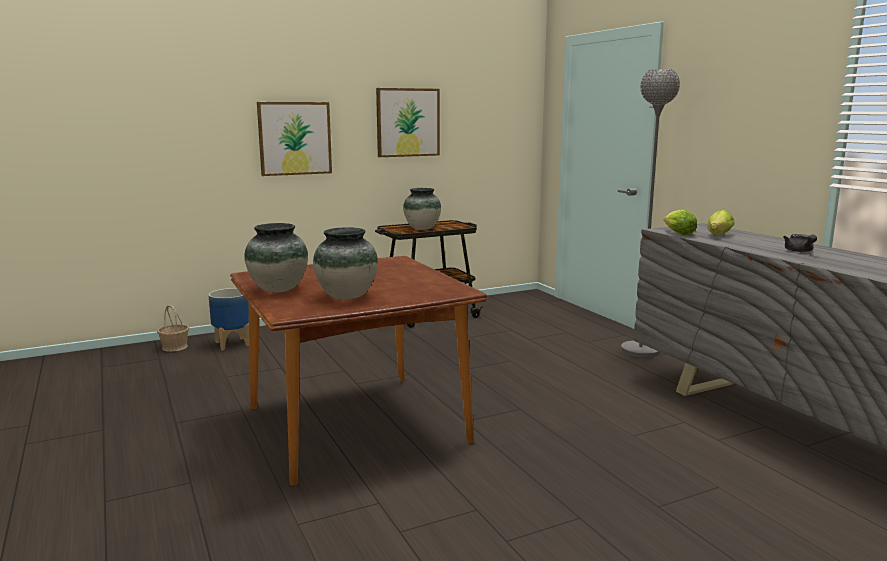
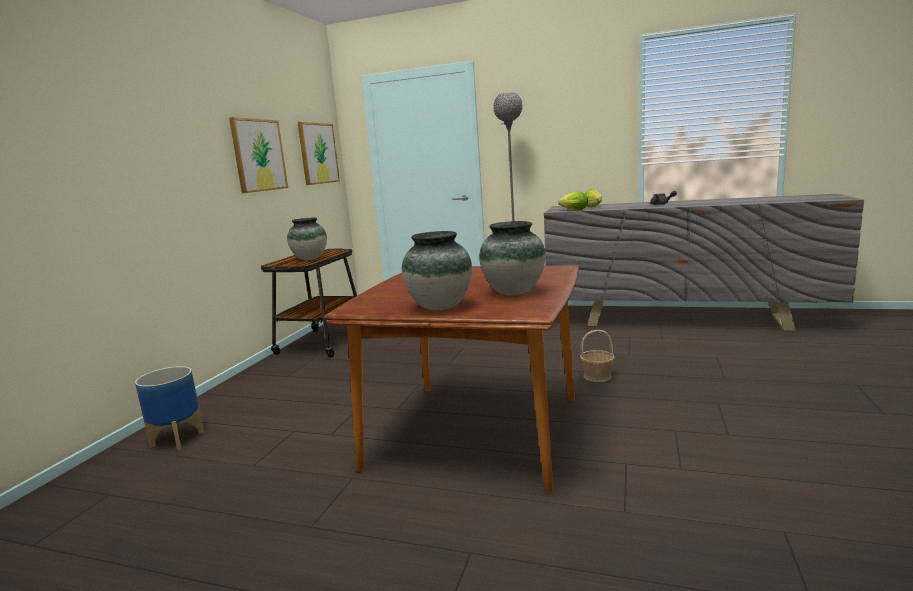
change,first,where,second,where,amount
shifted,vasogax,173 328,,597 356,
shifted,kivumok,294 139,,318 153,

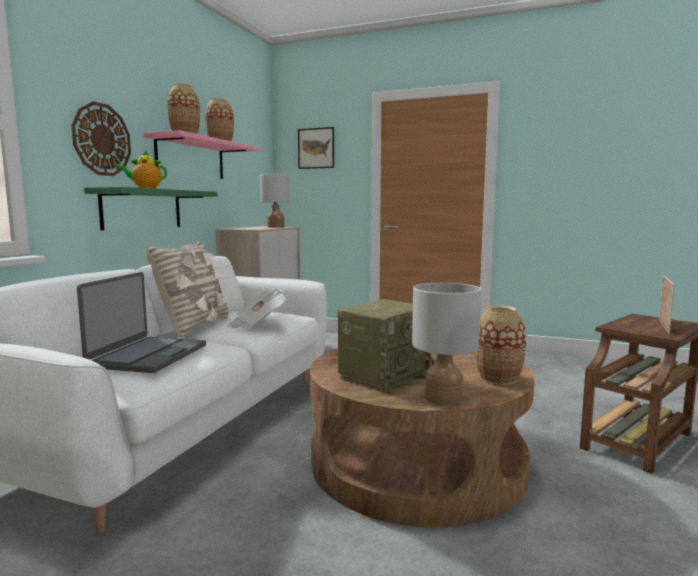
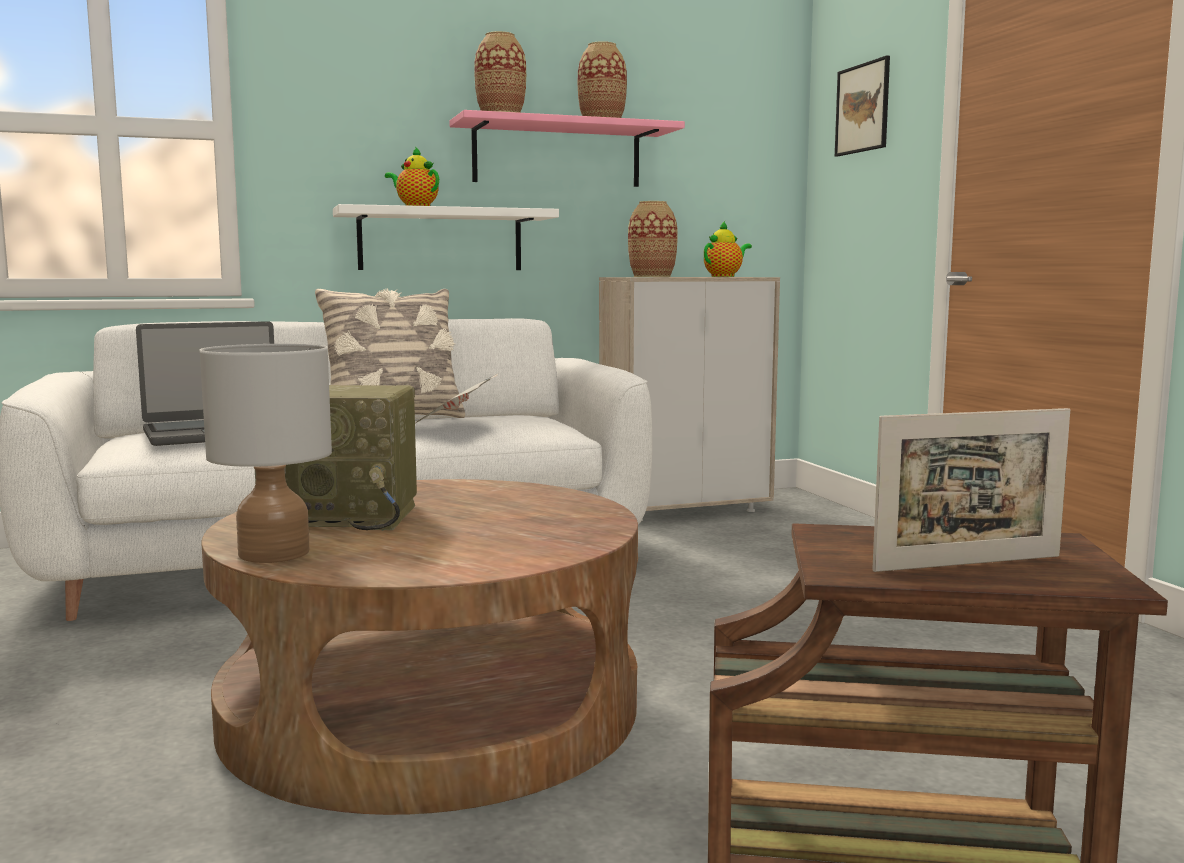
change,first,where,second,where,amount
gone,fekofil,101 138,,,
shifted,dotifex,500 345,,653 239,
swapped,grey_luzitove,275 201,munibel,728 249,
repainted,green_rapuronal,150 208,white_rapuronal,446 237,

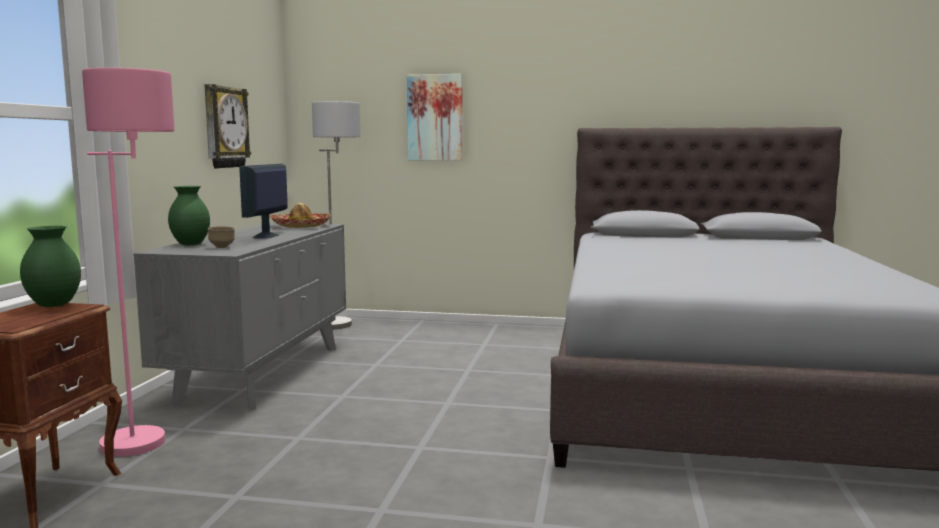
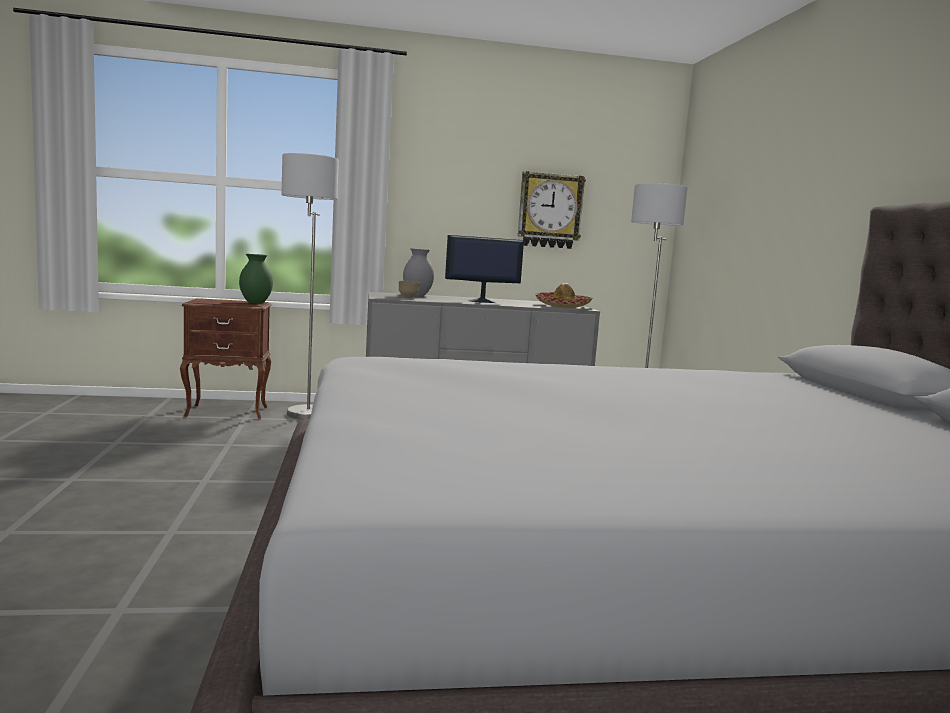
change,first,where,second,where,amount
gone,kivumok,435 117,,,
repainted,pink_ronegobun,128 262,grey_ronegobun,310 286,
repainted,green_dotifex,189 215,grey_dotifex,418 272,

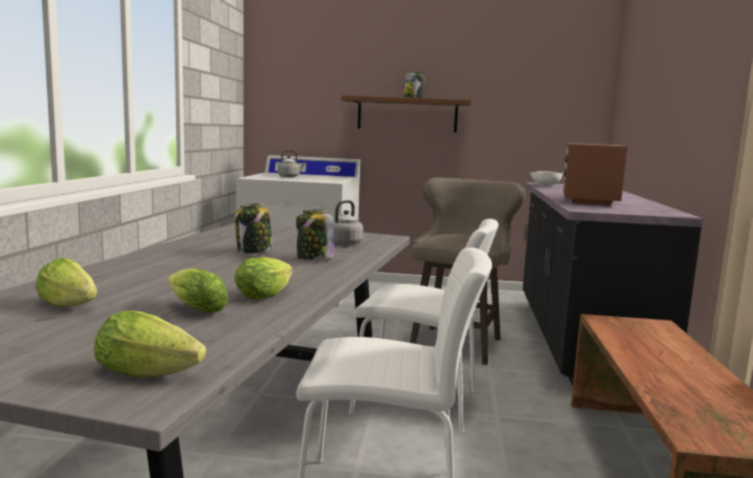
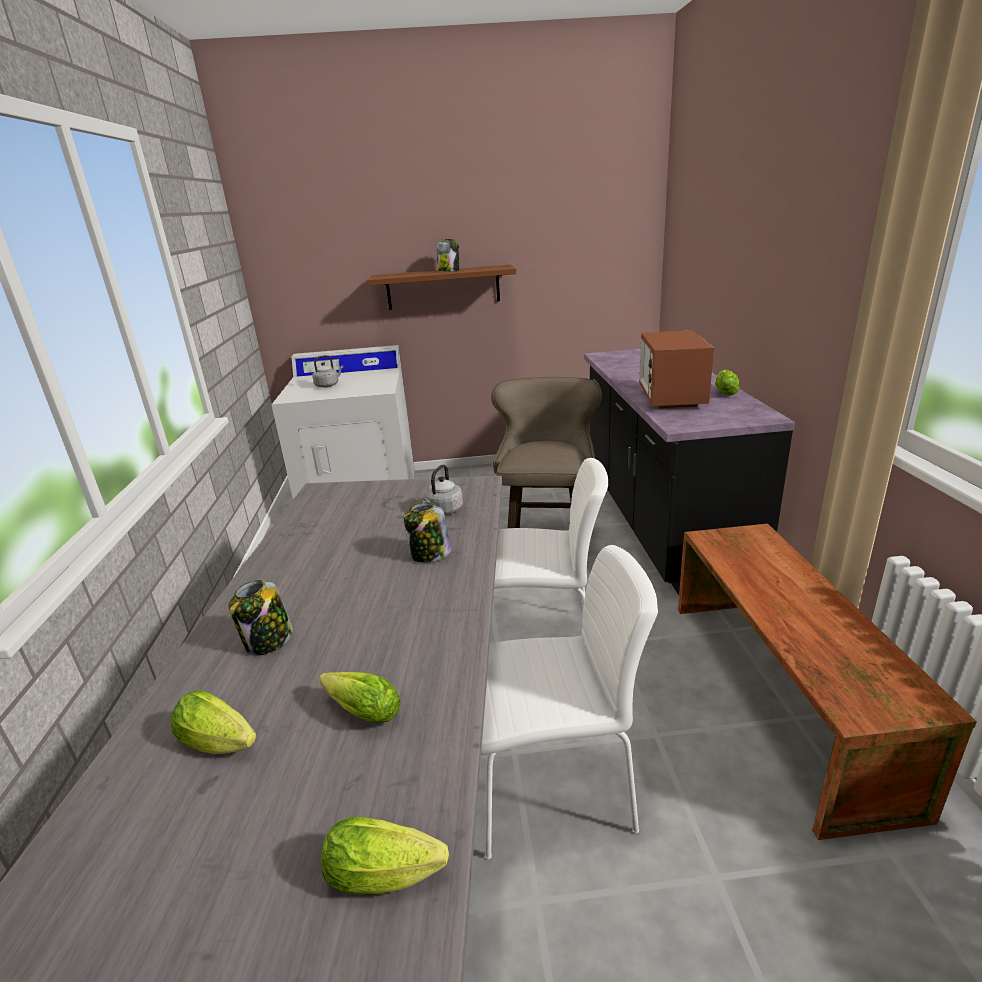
change,first,where,second,where,amount
gone,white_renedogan,546 178,,,
shifted,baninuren,263 278,,727 383,
shifted,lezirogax,254 228,,260 618,

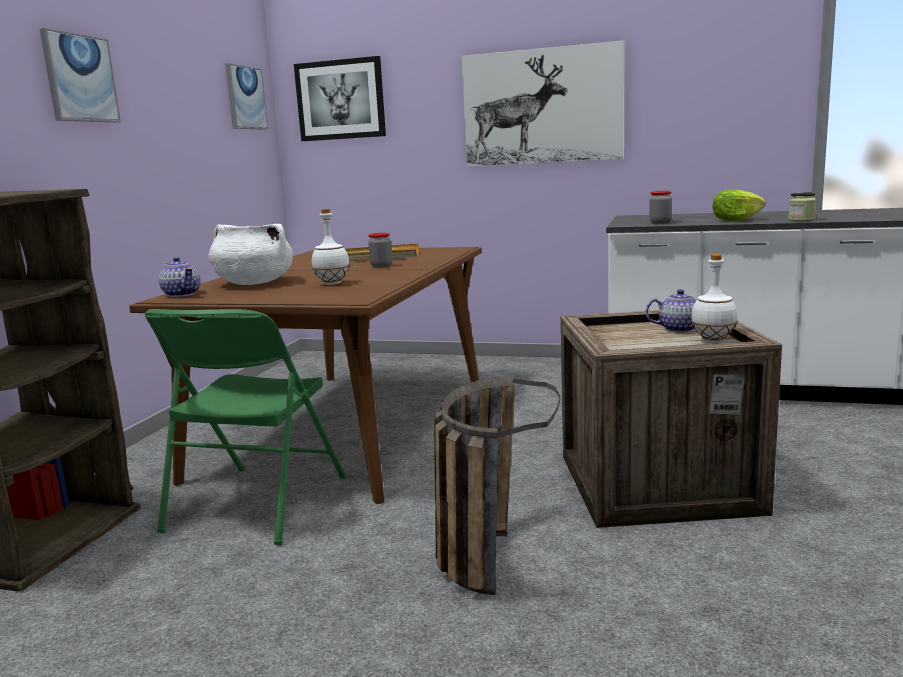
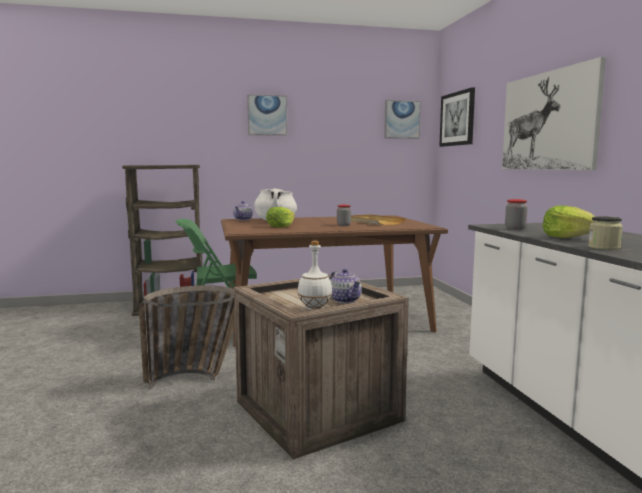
change,first,where,second,where,amount
swapped,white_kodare,331 247,baninuren,280 217,

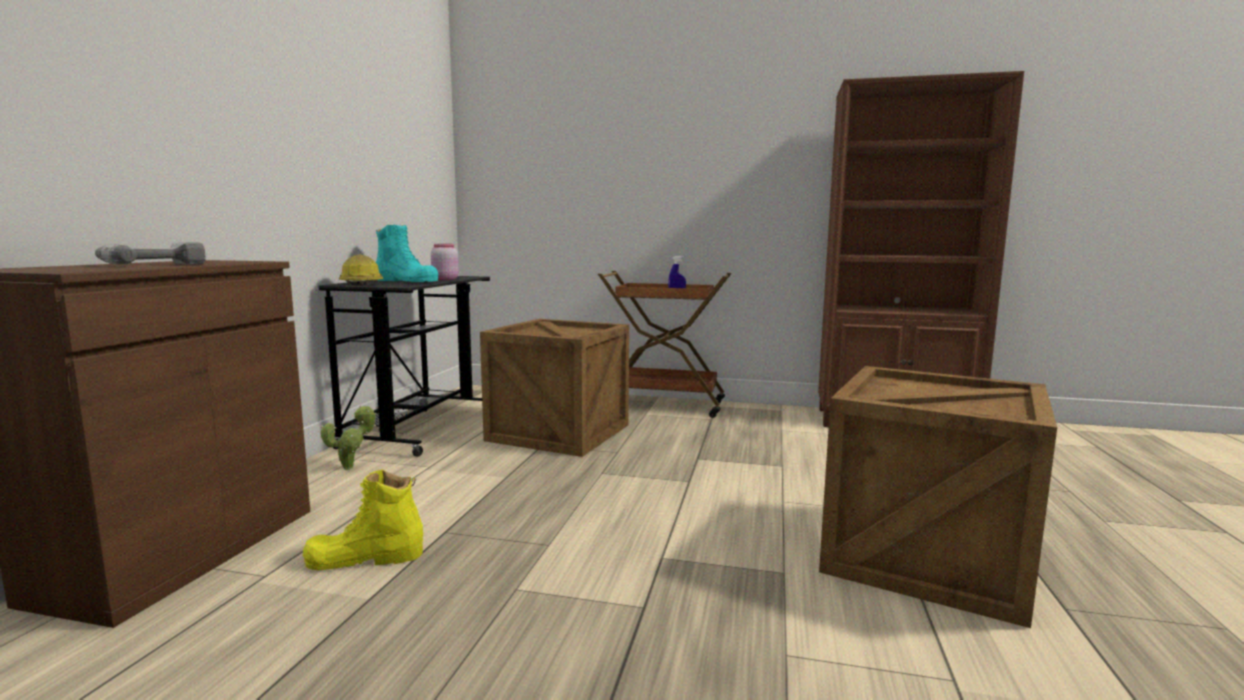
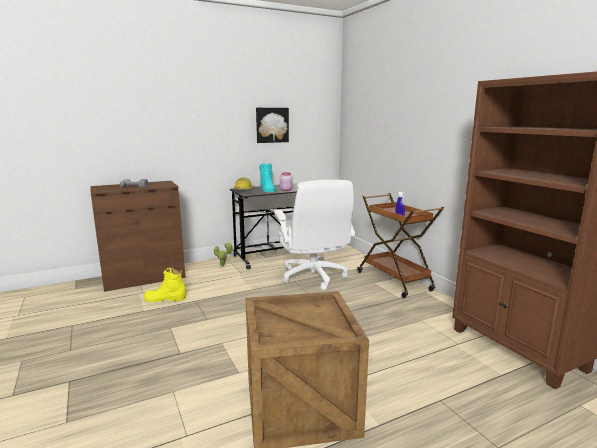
change,first,where,second,where,amount
new,,,kivumok,272 125,
swapped,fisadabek,554 388,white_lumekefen,314 235,
rotated,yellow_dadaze,363 520,,165 285,45 degrees counterclockwise

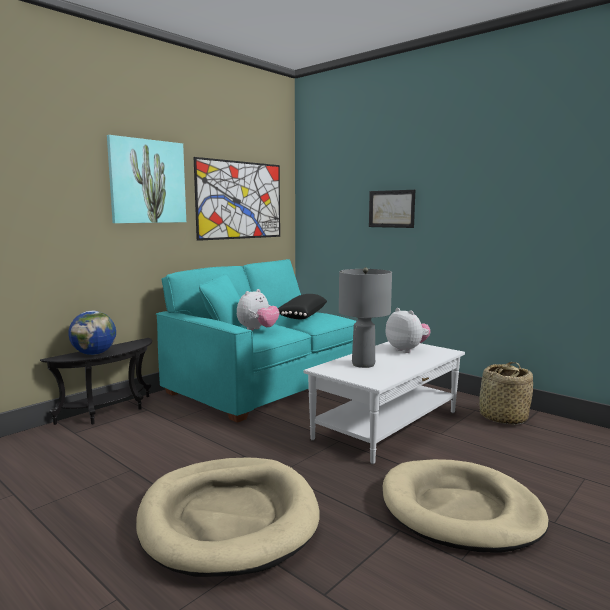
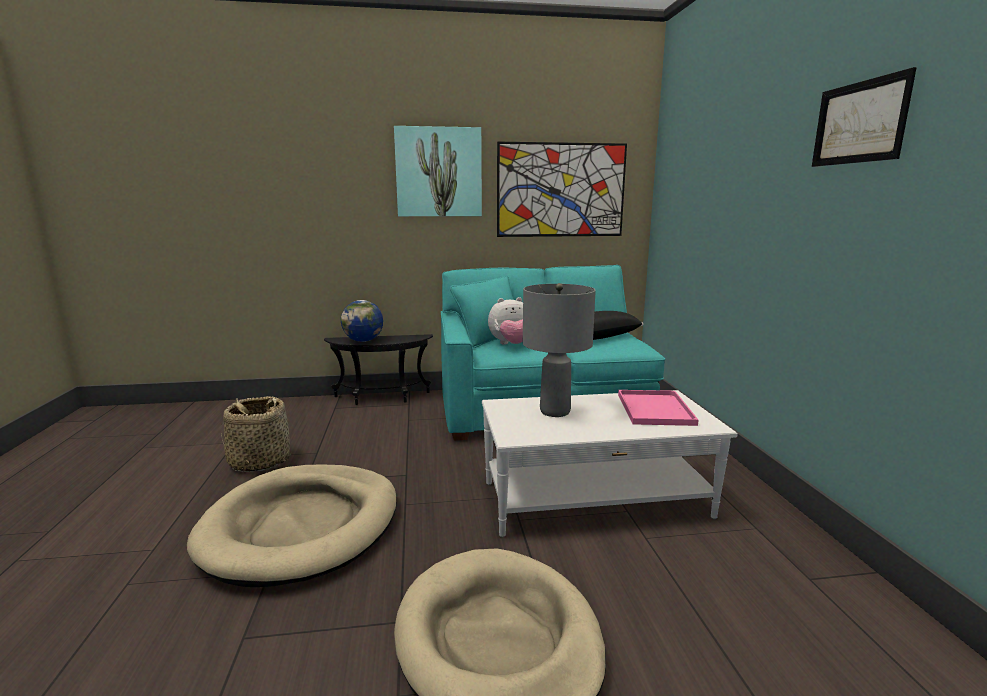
change,first,where,second,where,amount
shifted,kivumok,392 209,,864 117,
shifted,vasogax,505 393,,256 434,
swapped,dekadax,408 330,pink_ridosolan,658 408,

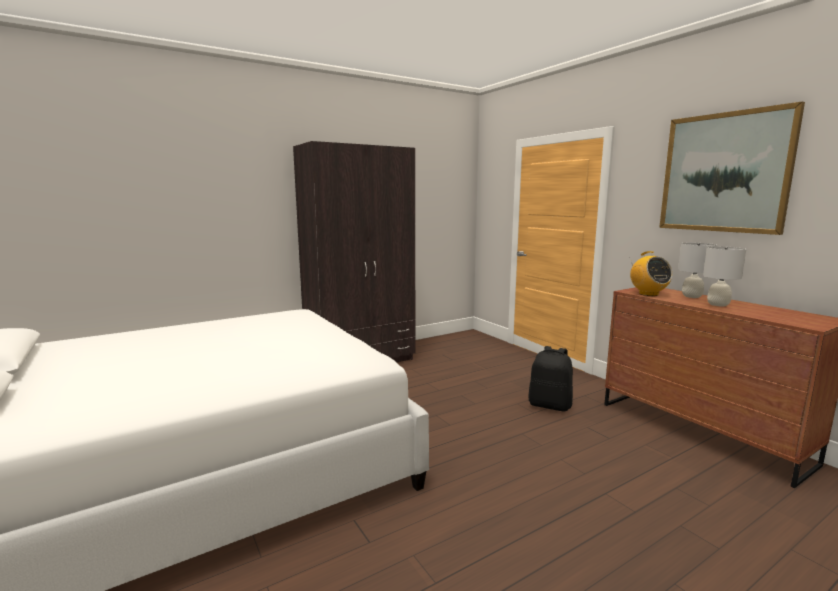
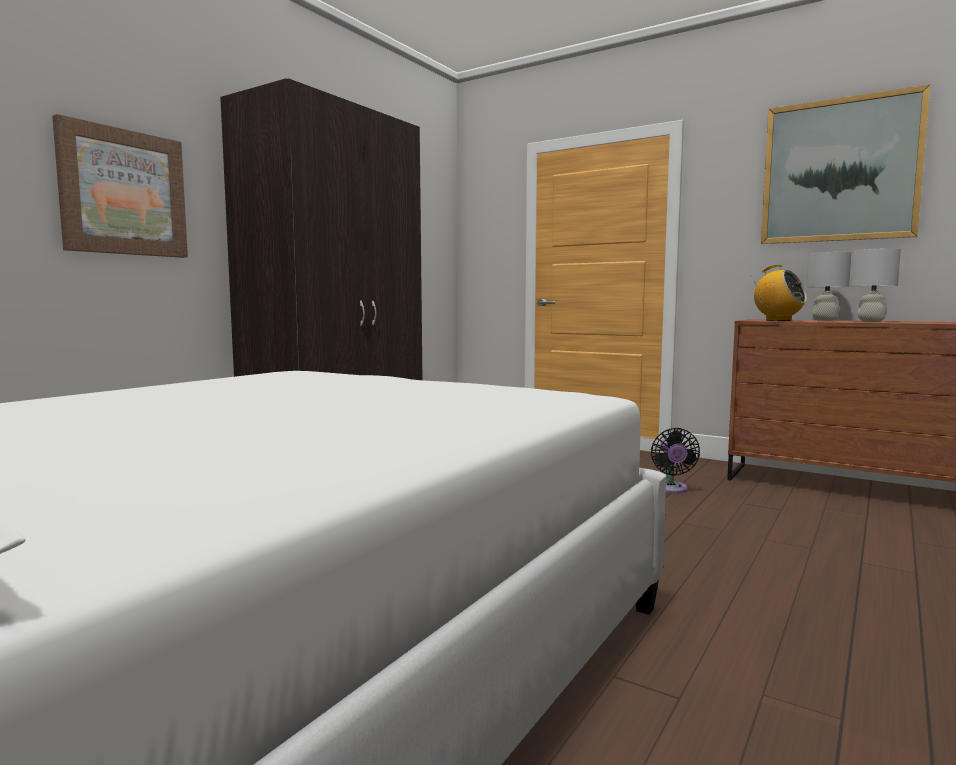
change,first,where,second,where,amount
new,,,kivumok,120 186,
swapped,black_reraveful,551 379,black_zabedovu,675 460,

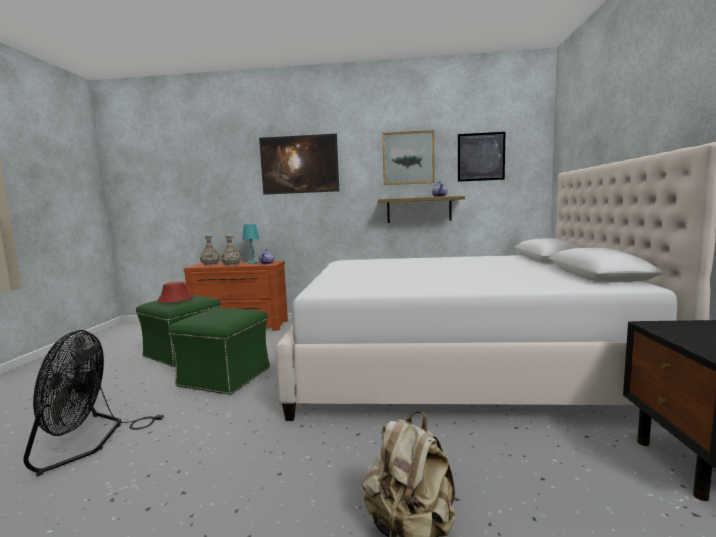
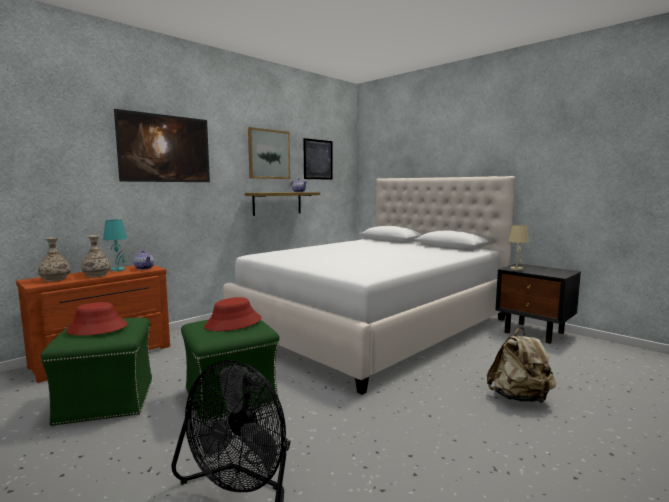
change,first,where,second,where,amount
new,,,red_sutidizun,233 314,
new,,,beige_luzitove,518 248,

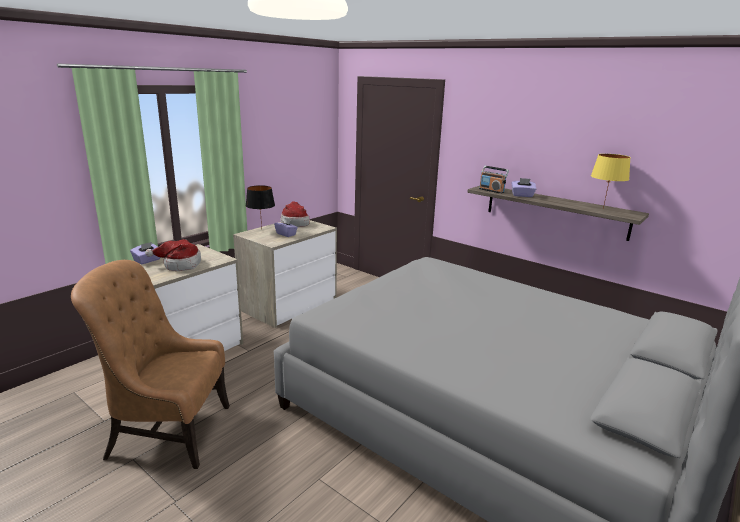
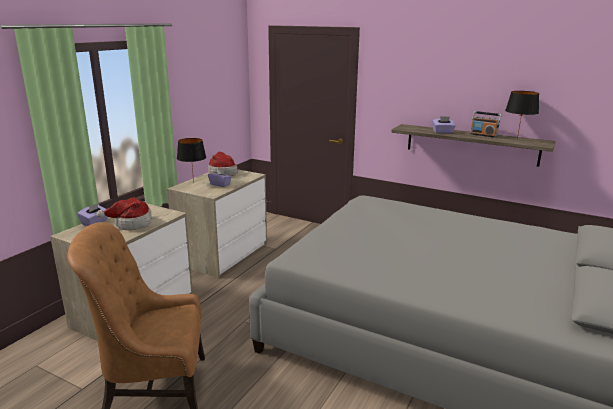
change,first,where,second,where,amount
shifted,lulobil,494 180,,485 124,
repainted,yellow_luzitove,611 181,black_luzitove,522 115,

